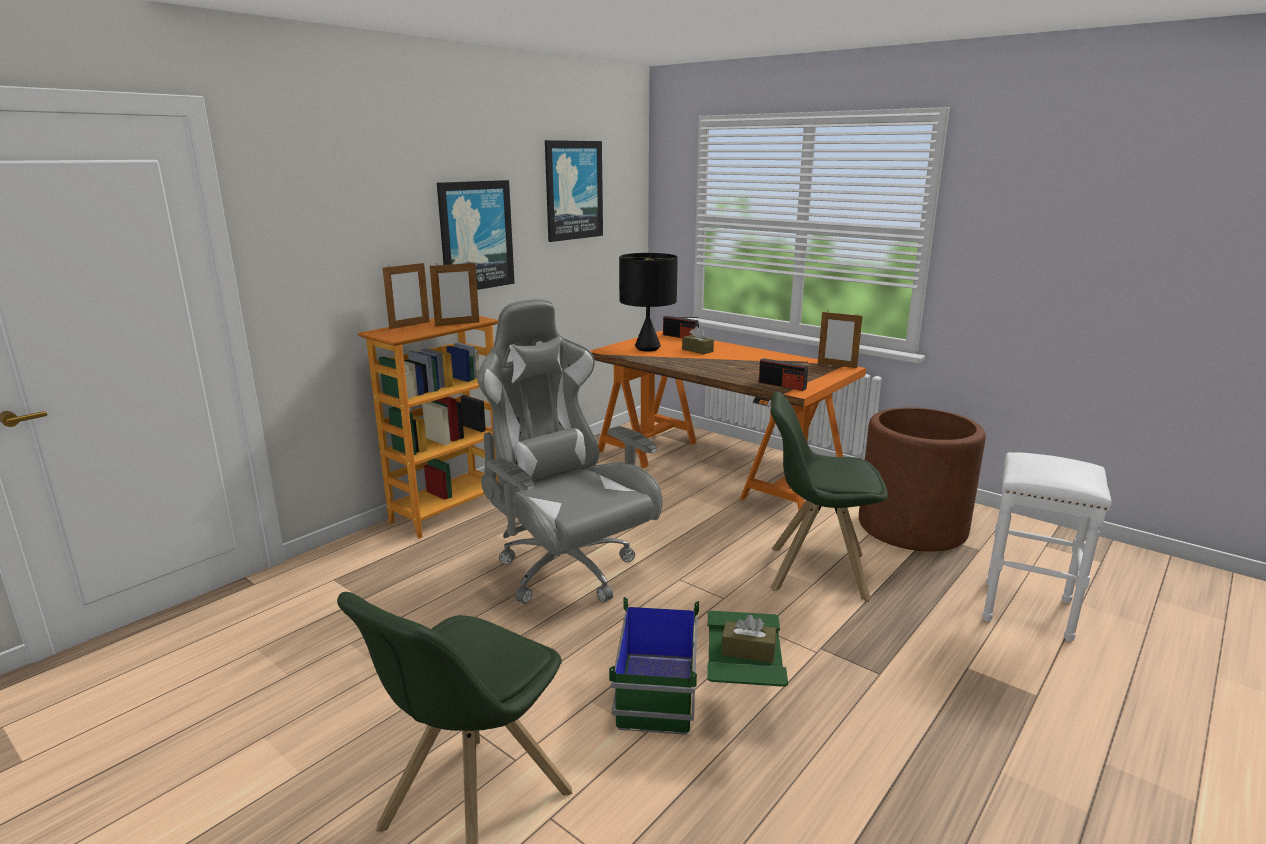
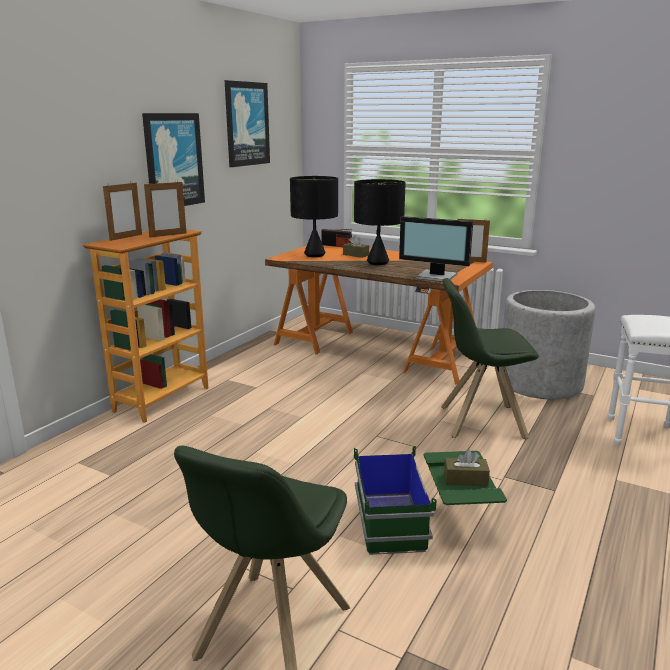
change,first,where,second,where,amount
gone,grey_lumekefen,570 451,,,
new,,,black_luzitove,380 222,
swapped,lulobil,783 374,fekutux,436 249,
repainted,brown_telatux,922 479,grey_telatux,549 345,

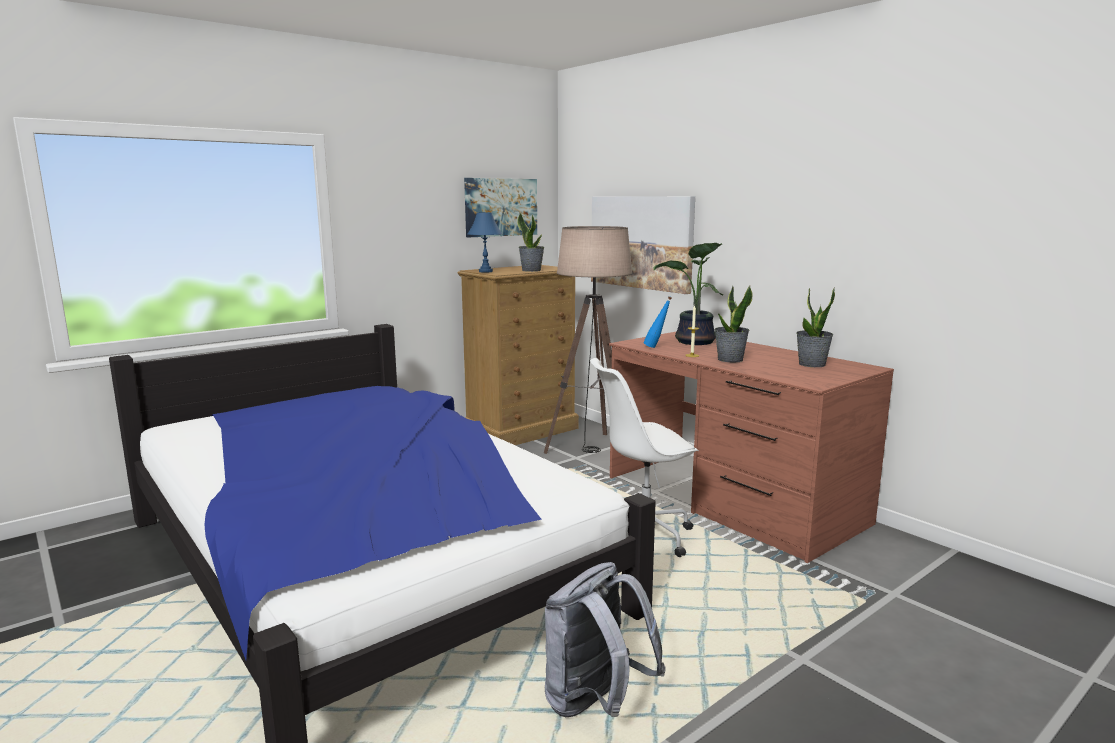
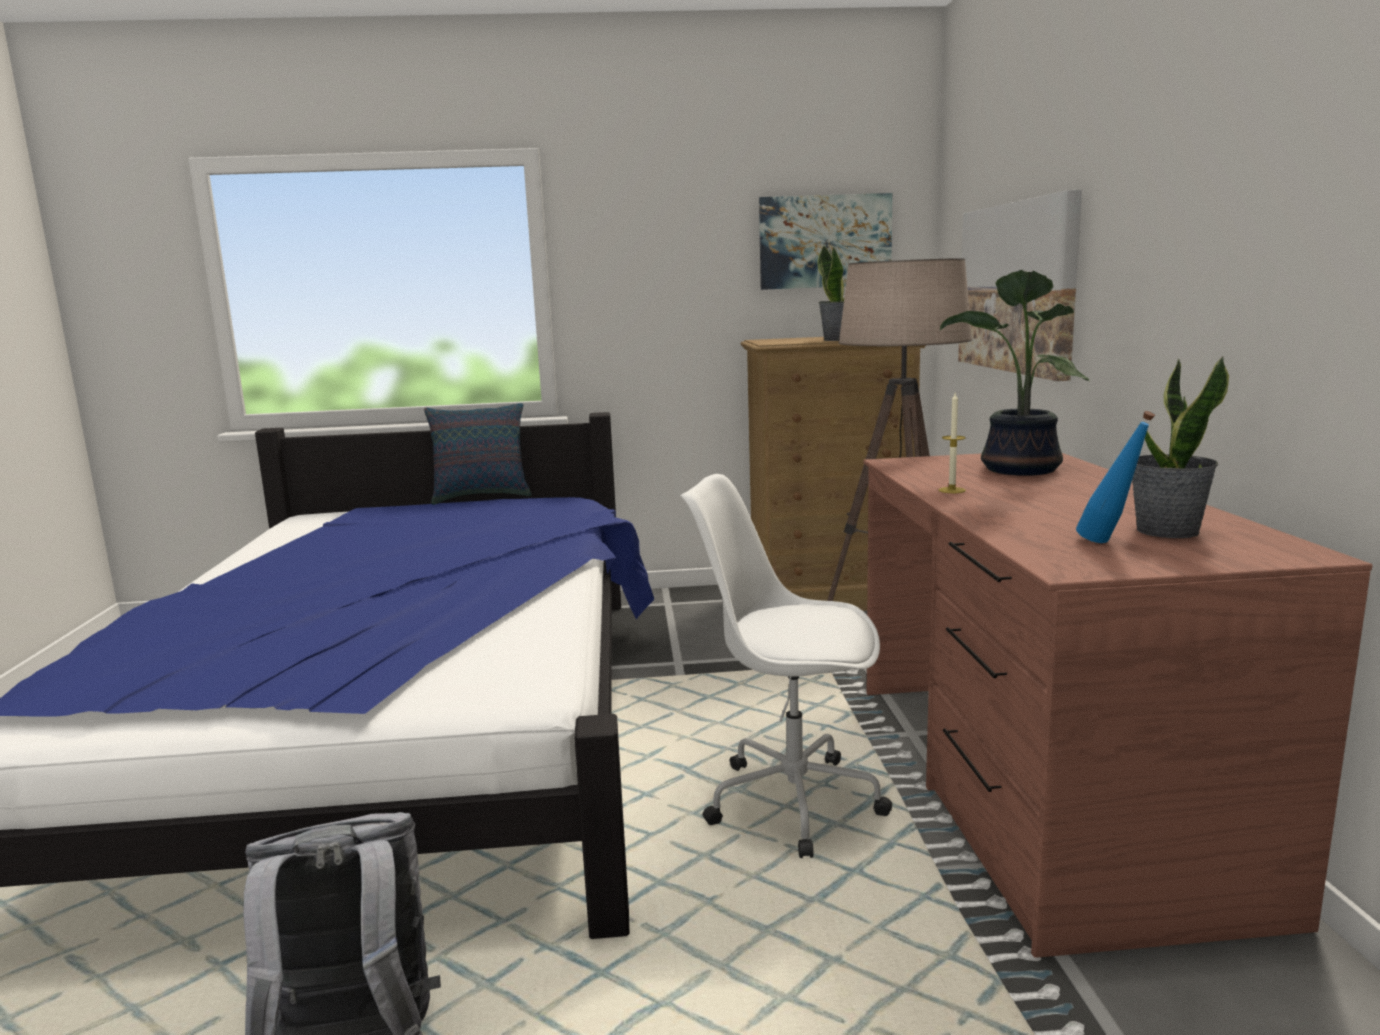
change,first,where,second,where,amount
gone,blue_luzitove,484 242,,,
gone,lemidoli,733 324,,,
new,,,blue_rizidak,478 454,
shifted,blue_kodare,657 322,,1115 477,

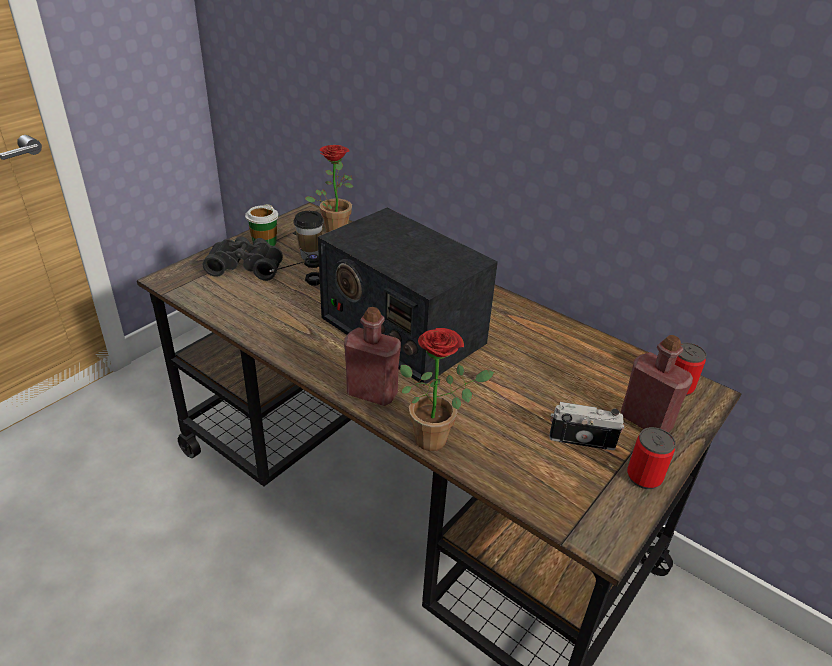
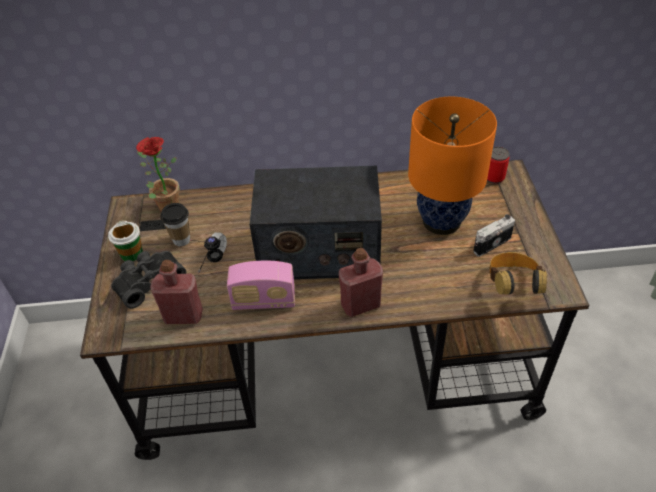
change,first,where,second,where,amount
gone,lemidoli,447 389,,,
gone,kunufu,651 458,,,
new,,,lulobil,261 285,
new,,,orange_luzitove,452 166,
new,,,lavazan,518 273,
shifted,red_kodare,657 383,,176 292,

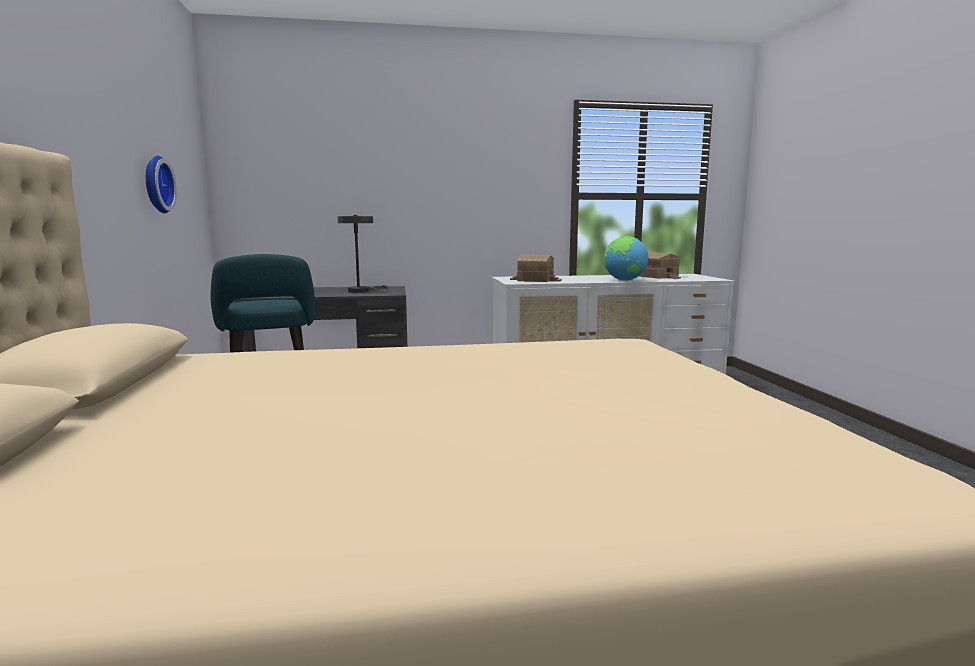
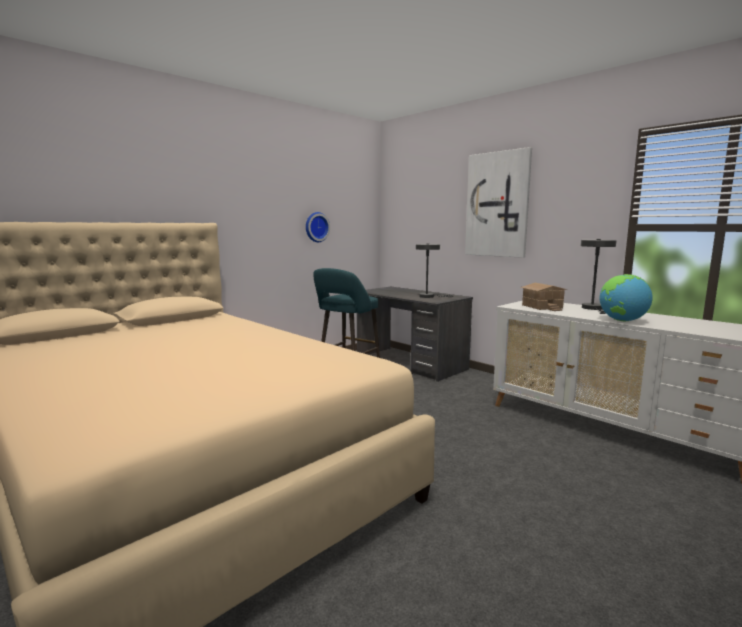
change,first,where,second,where,amount
gone,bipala,660 265,,,
new,,,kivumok,498 202,
new,,,grey_luzitove,599 276,

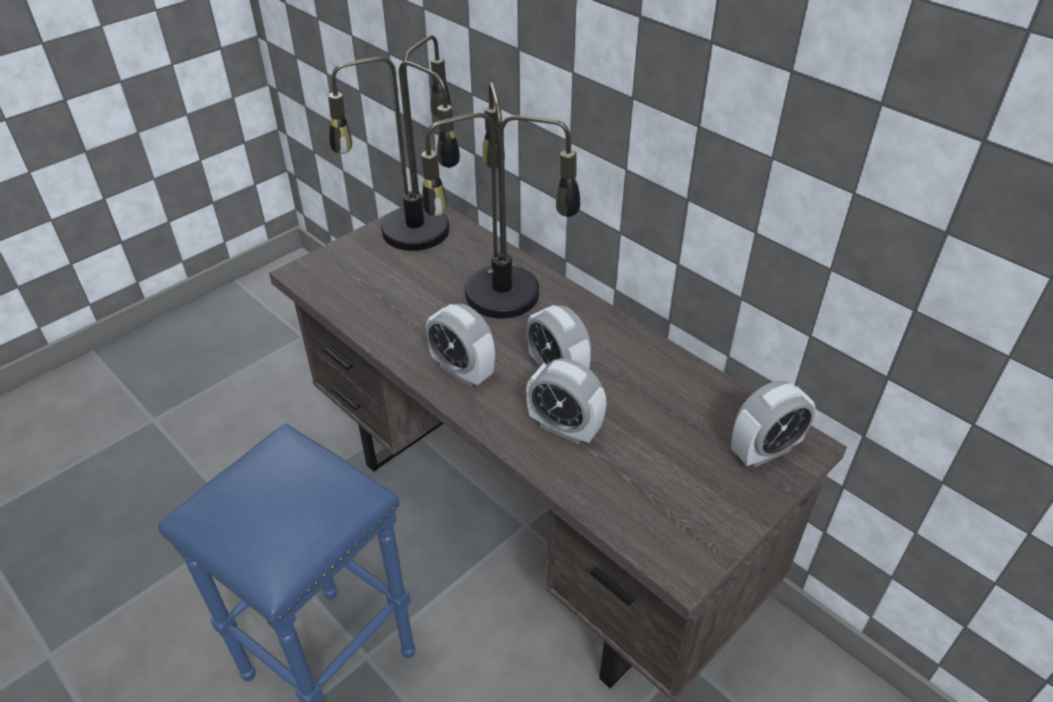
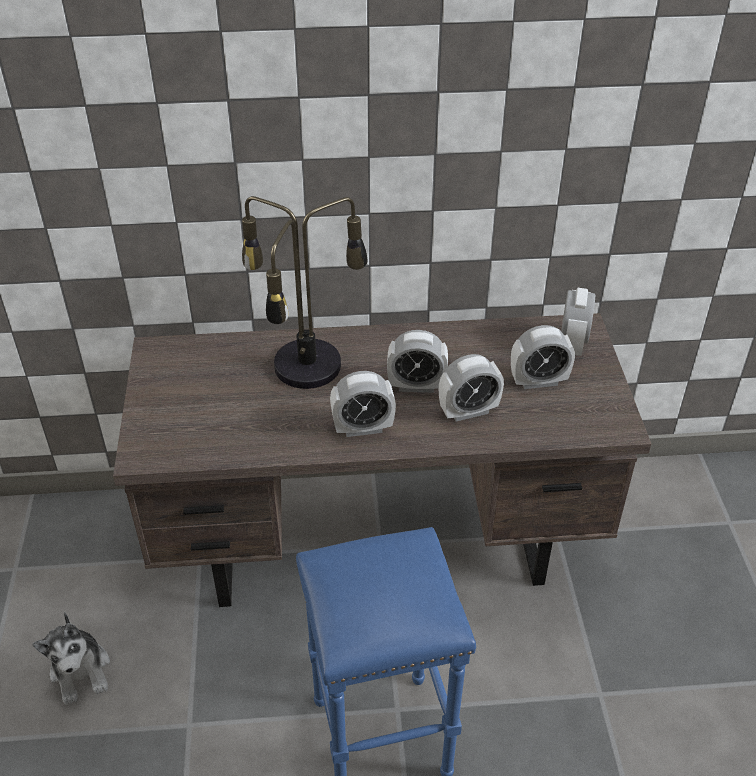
change,first,where,second,where,amount
gone,luzitove,394 143,,,
new,,,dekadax,71 658,
new,,,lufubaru,543 357,

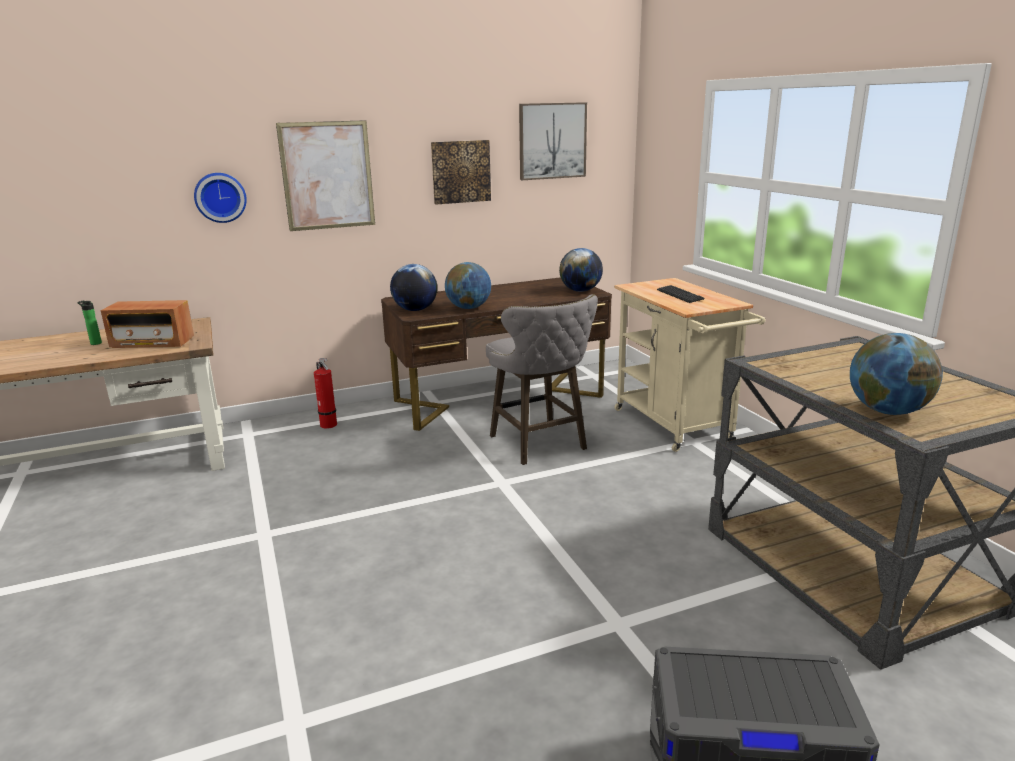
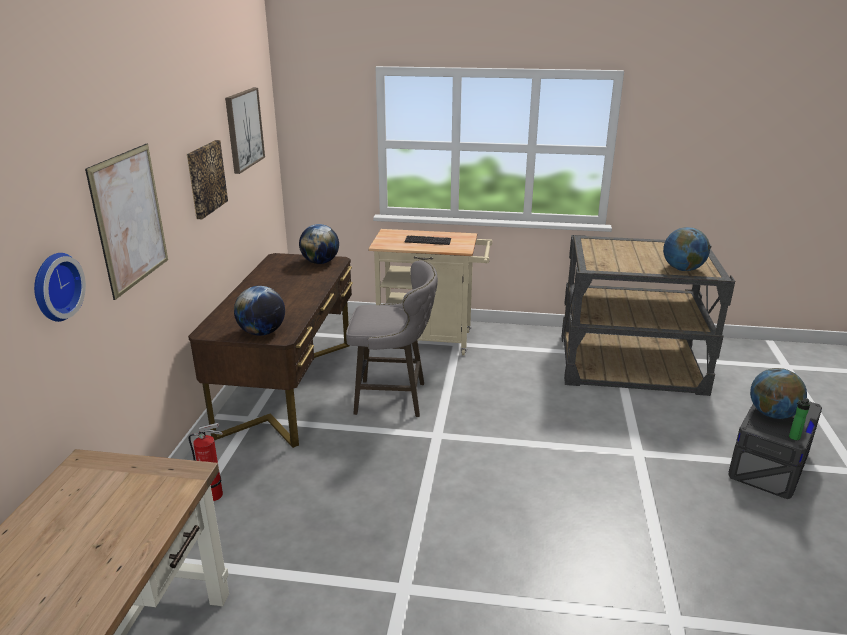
change,first,where,second,where,amount
gone,lulobil,147 324,,,
shifted,kodare,89 323,,799 419,
shifted,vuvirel,468 285,,778 393,

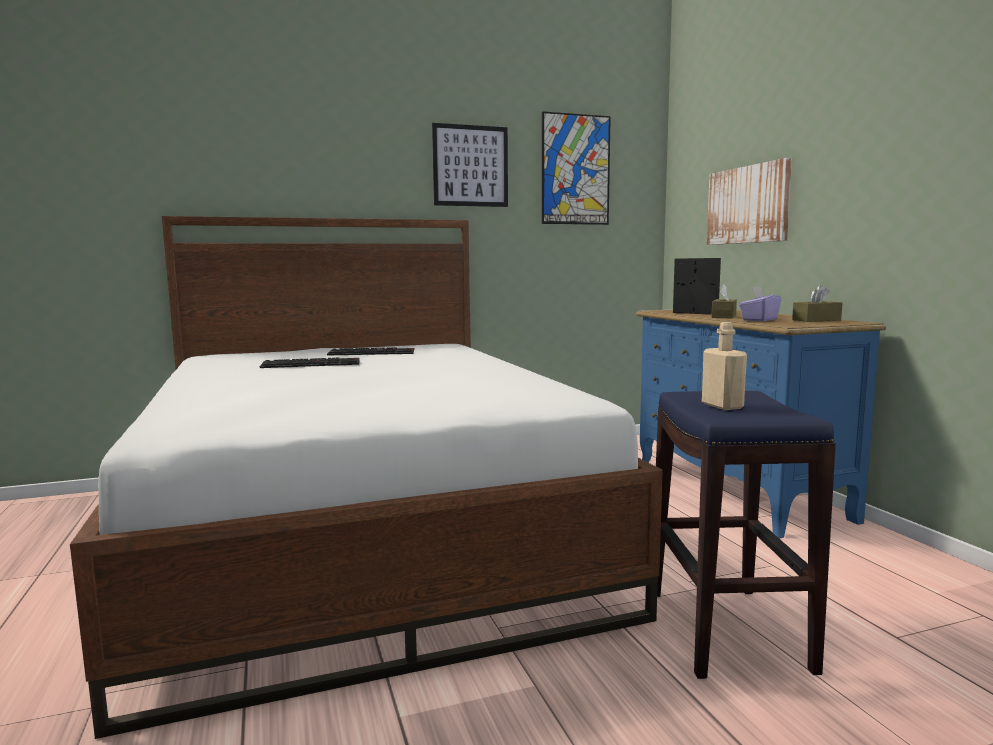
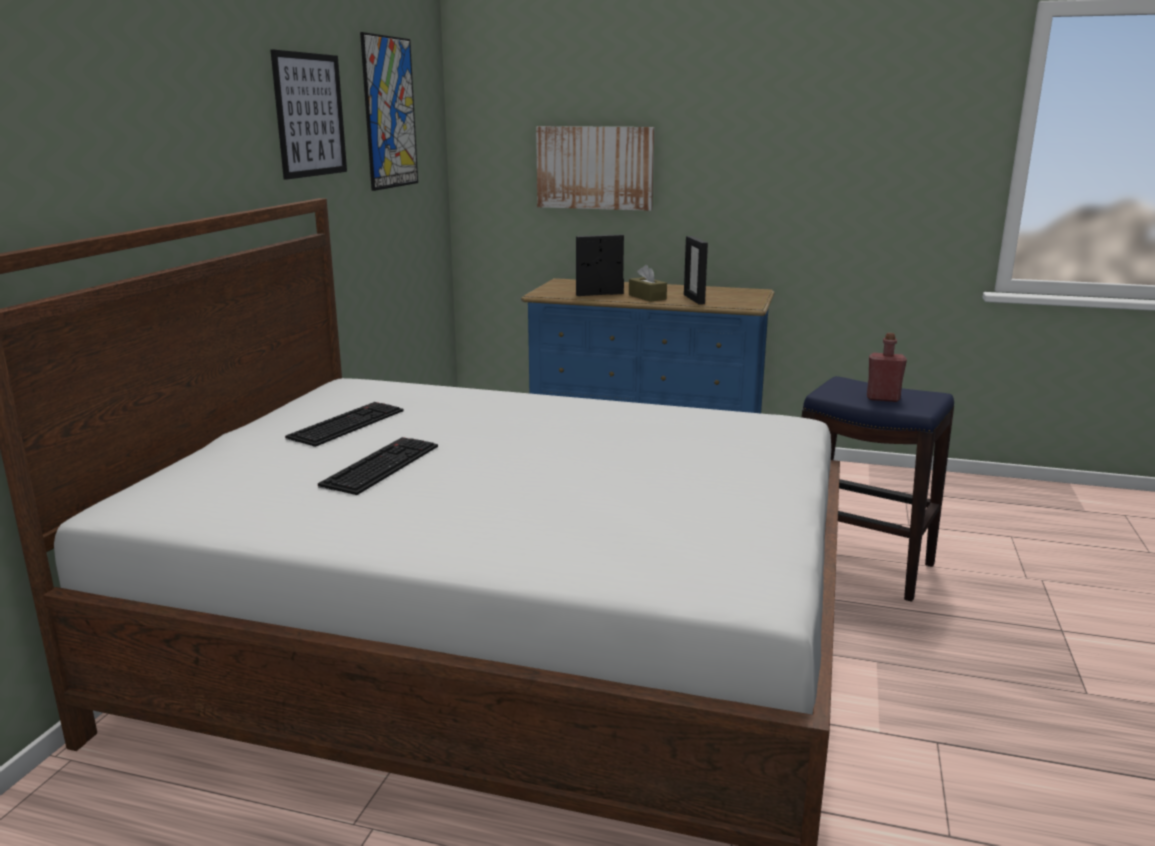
change,first,where,second,where,amount
gone,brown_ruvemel,817 303,,,
swapped,purple_ruvemel,760 304,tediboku,696 270,
repainted,beige_kodare,724 366,red_kodare,887 367,

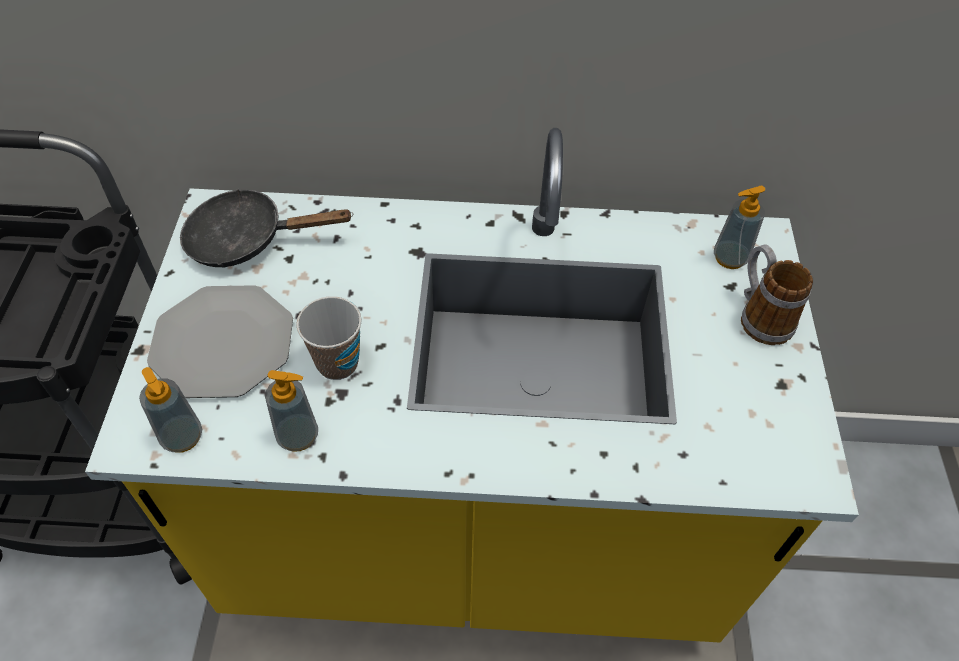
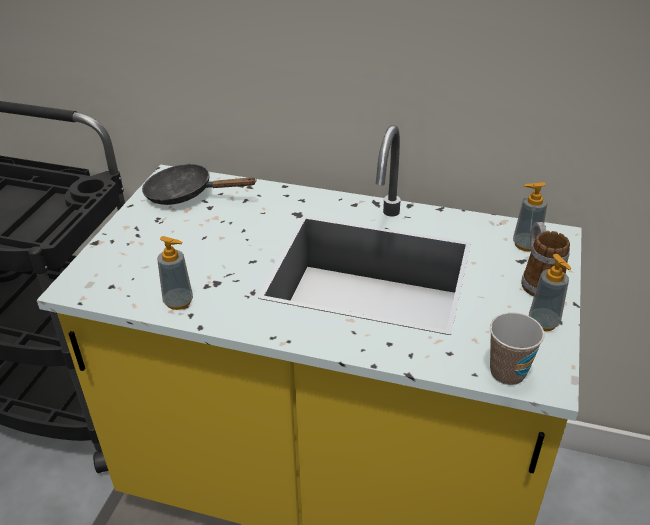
change,first,where,second,where,amount
gone,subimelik,220 341,,,
shifted,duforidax,170 410,,550 292,
shifted,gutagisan,329 338,,517 348,

